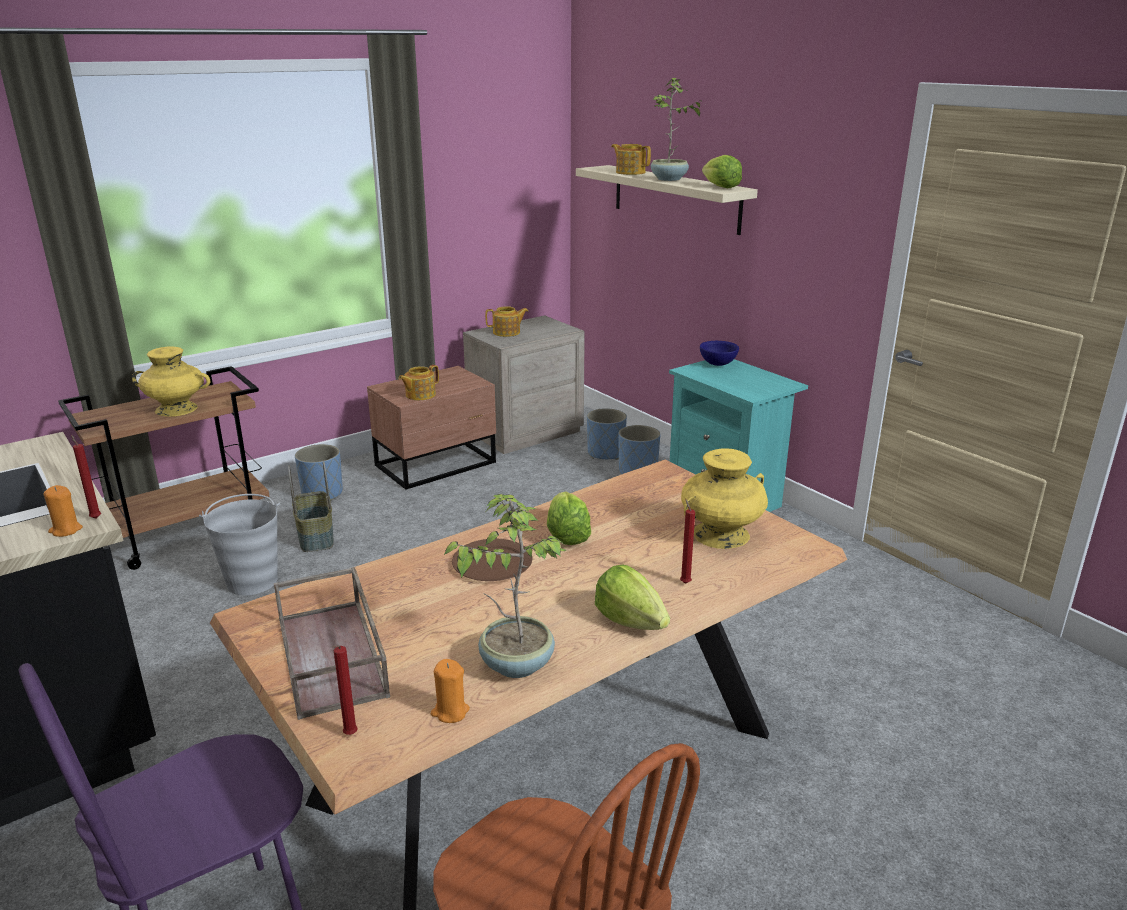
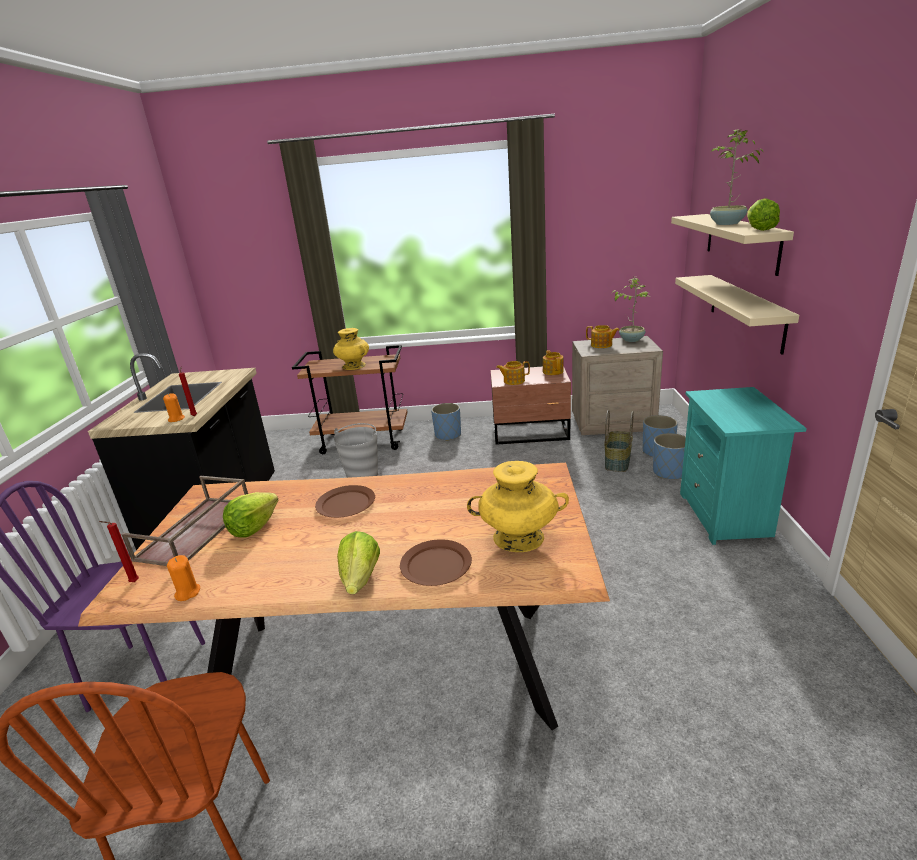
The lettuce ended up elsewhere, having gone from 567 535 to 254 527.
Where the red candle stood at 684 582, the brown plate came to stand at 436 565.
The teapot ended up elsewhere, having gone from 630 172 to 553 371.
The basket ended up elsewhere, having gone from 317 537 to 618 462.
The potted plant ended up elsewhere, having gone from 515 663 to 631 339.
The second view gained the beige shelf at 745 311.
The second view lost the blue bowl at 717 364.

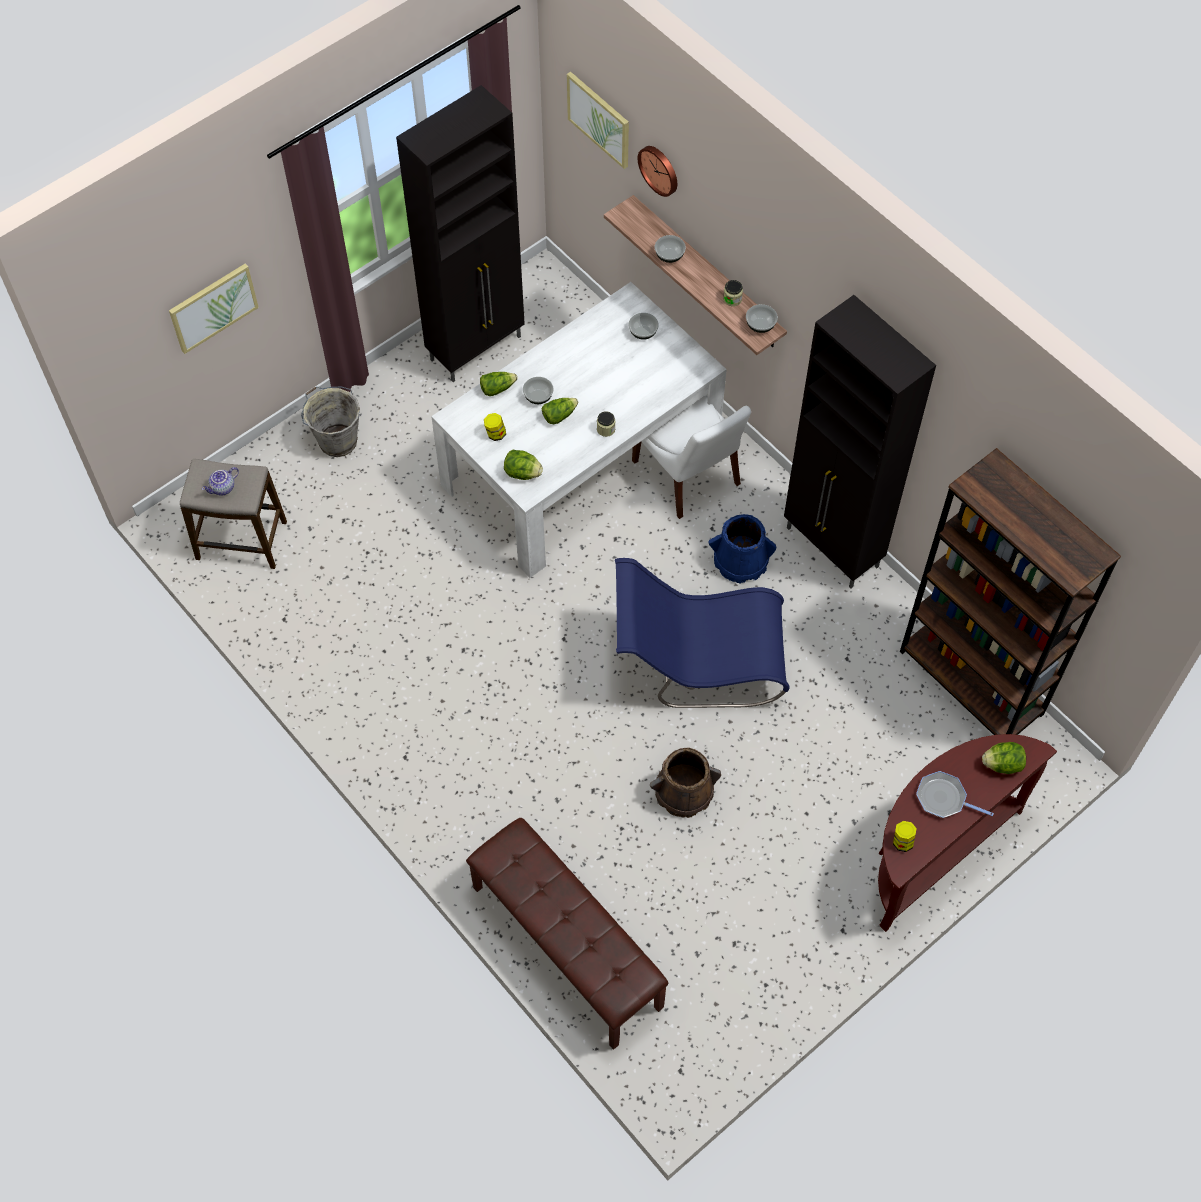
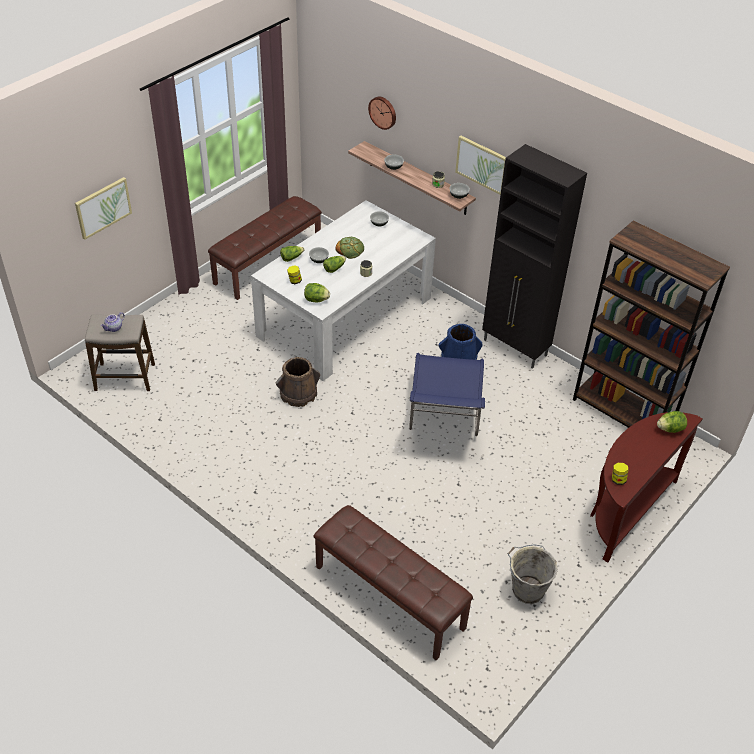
Where the black cabinet stood at 477 348, the brown bench came to stand at 267 263.
The brown bucket ended up elsewhere, having gone from 683 791 to 298 394.
The second view gained the bread at 350 249.
The blue chair at 698 663 ended up facing another way, 75 degrees counterclockwise from before.
The picture ended up elsewhere, having gone from 599 119 to 482 164.
The grey bucket ended up elsewhere, having gone from 337 440 to 526 589.
The second view lost the white chair at 688 475.
The second view lost the frying pan at 944 798.

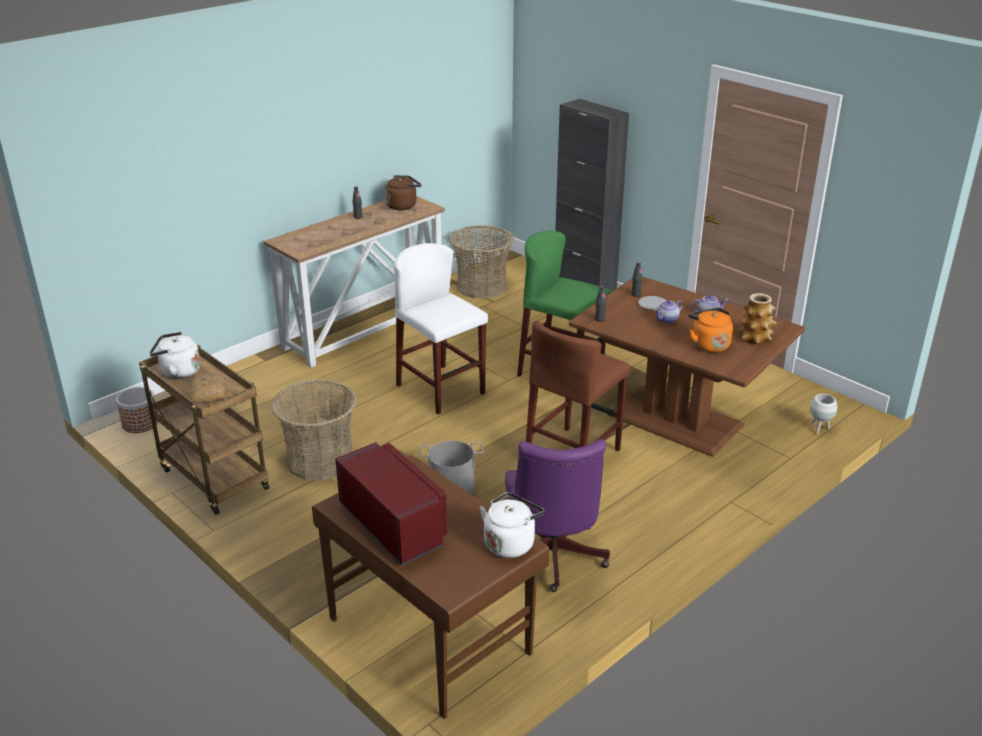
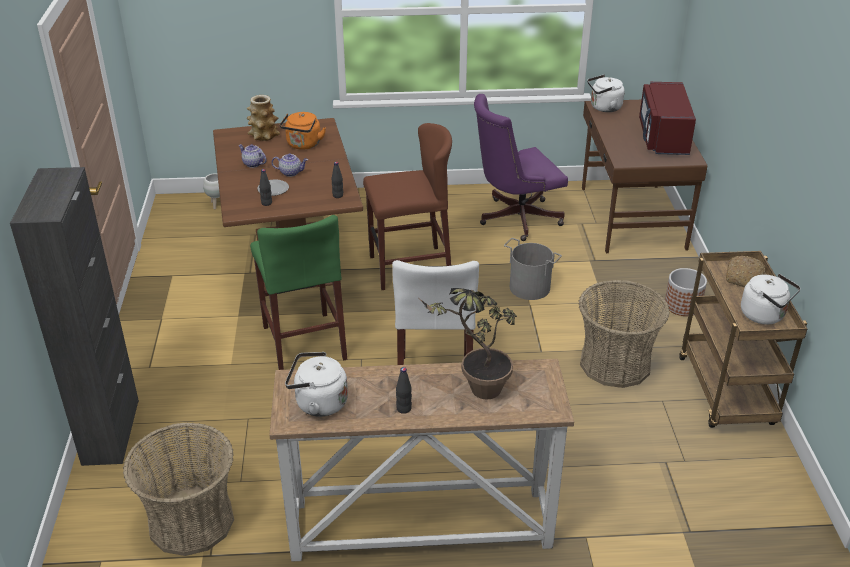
What was the brown kettle at 403 205 turned into the white kettle at 318 403.
The second view gained the potted plant at 474 391.
The purple office chair at 552 559 ended up facing another way, 150 degrees counterclockwise from before.
The planter ended up elsewhere, having gone from 140 423 to 682 306.

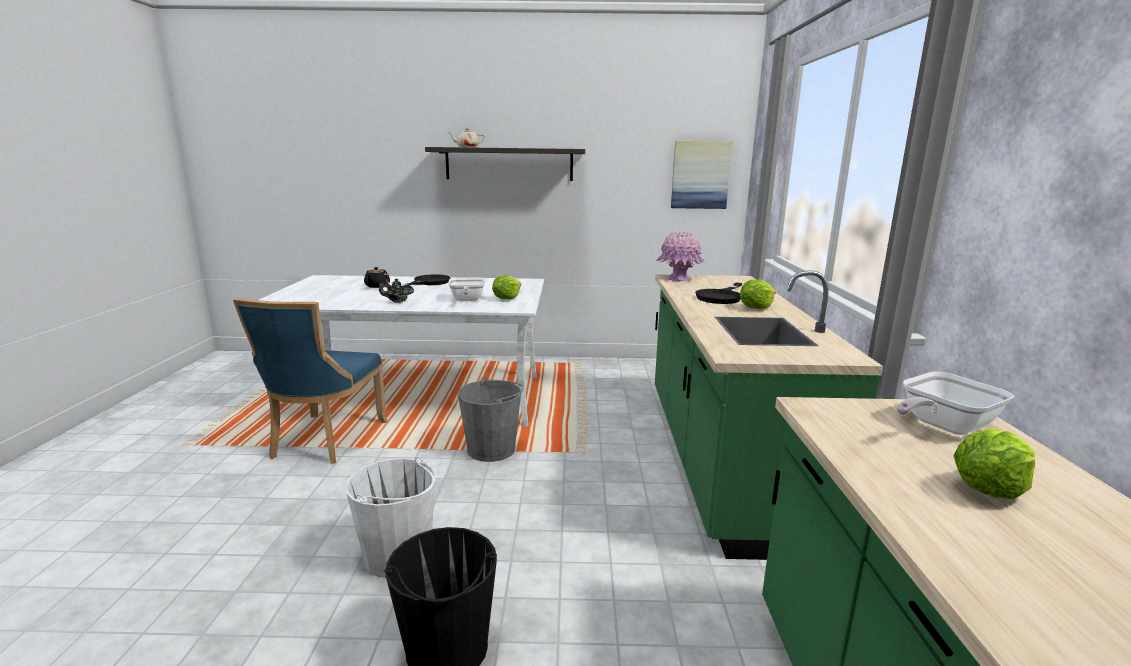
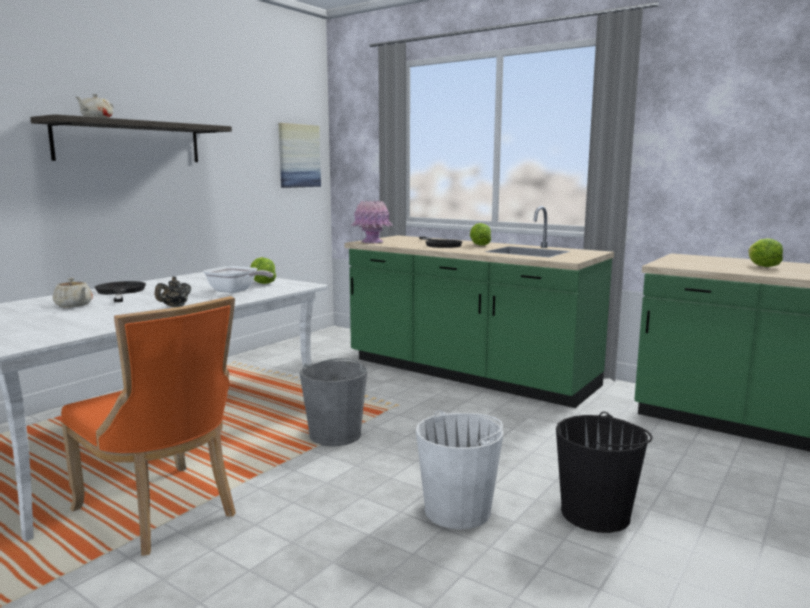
What was the black teapot at 377 286 turned into the beige teapot at 74 305.
What was the blue chair at 325 440 turned into the orange chair at 162 512.
The second view lost the frying pan at 941 426.

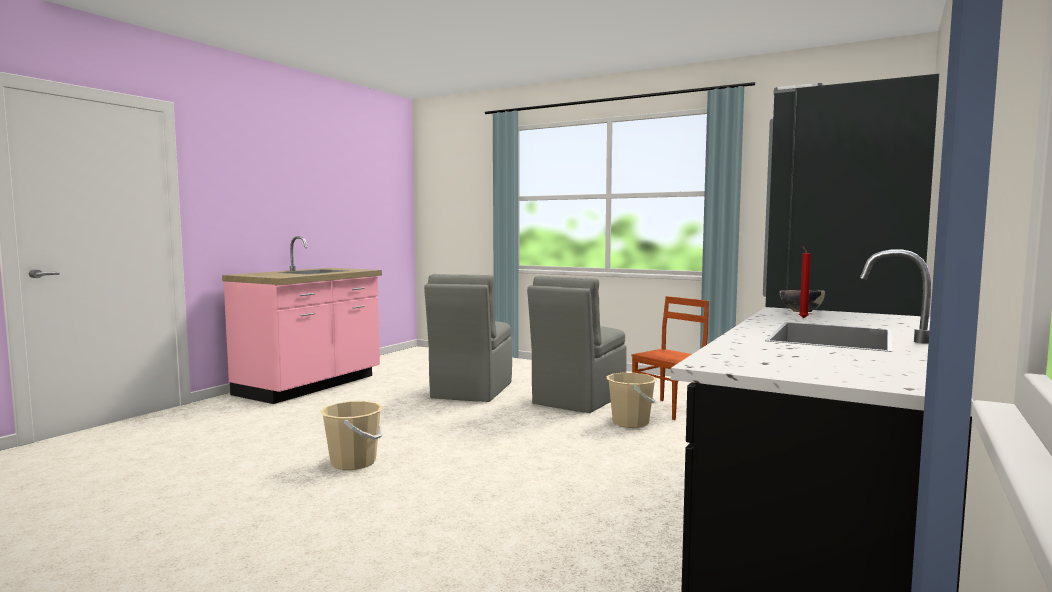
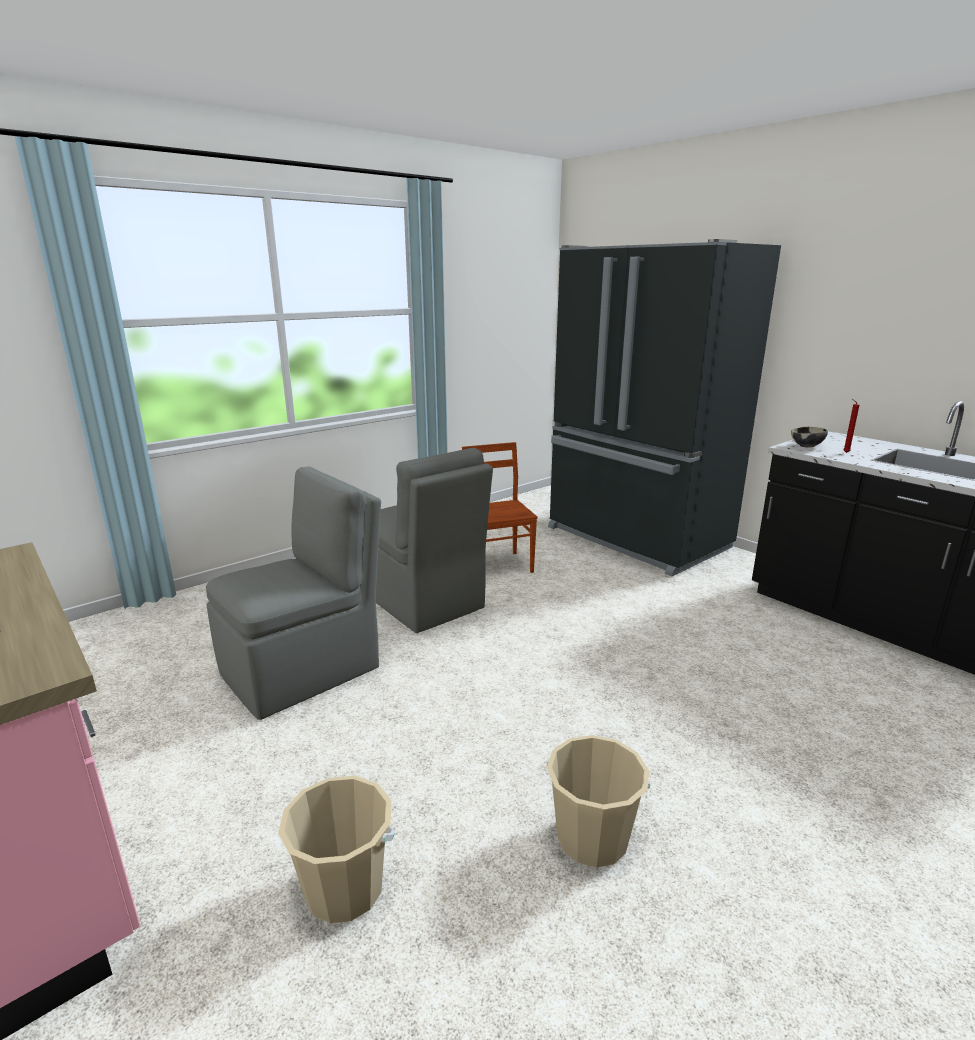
The grey chair at 471 391 ended up facing another way, 75 degrees counterclockwise from before.
The beige bucket ended up elsewhere, having gone from 630 423 to 345 889.

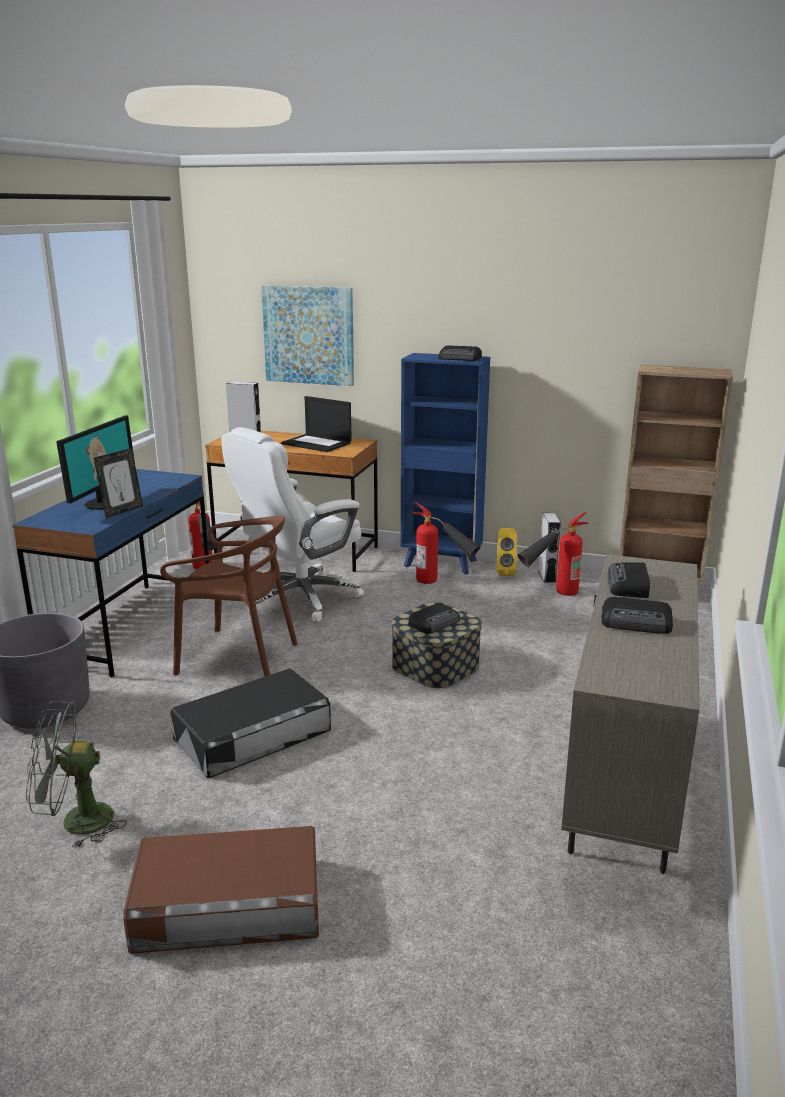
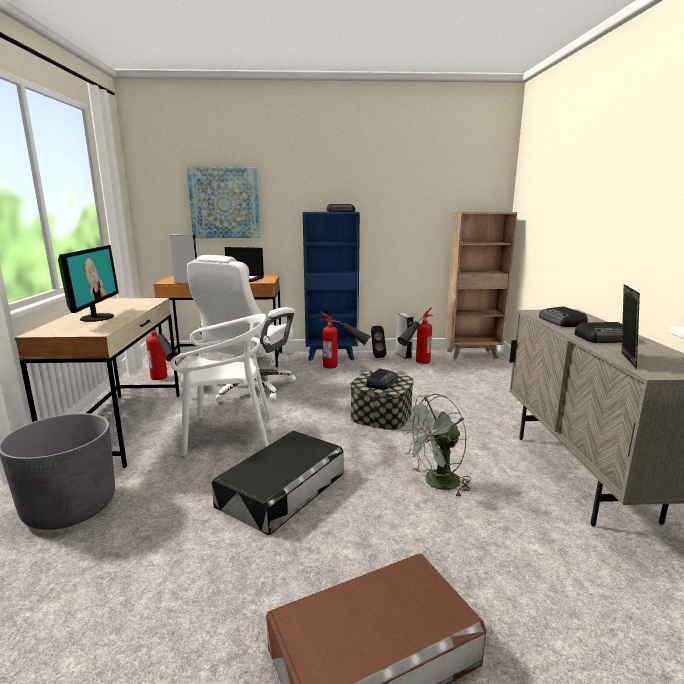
What was the blue desk at 131 627 turned into the beige desk at 122 426.
What was the brown chair at 237 656 turned into the white chair at 228 433.
What was the yellow speaker at 505 572 turned into the black speaker at 376 356.
The grey fan ended up elsewhere, having gone from 76 822 to 436 483.
The picture frame ended up elsewhere, having gone from 122 511 to 623 360.

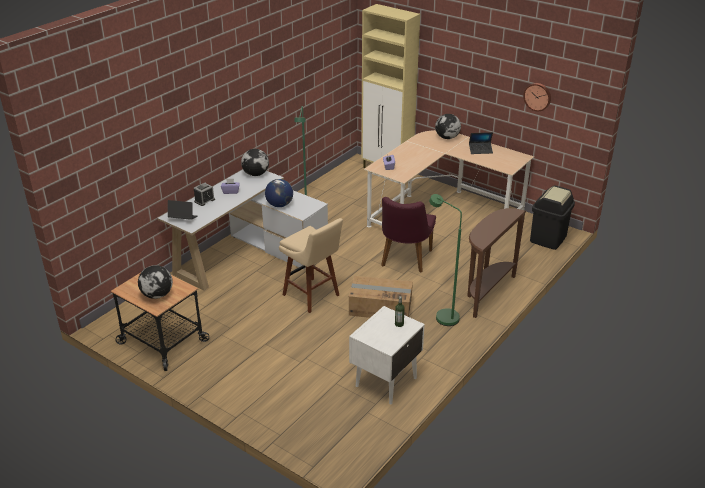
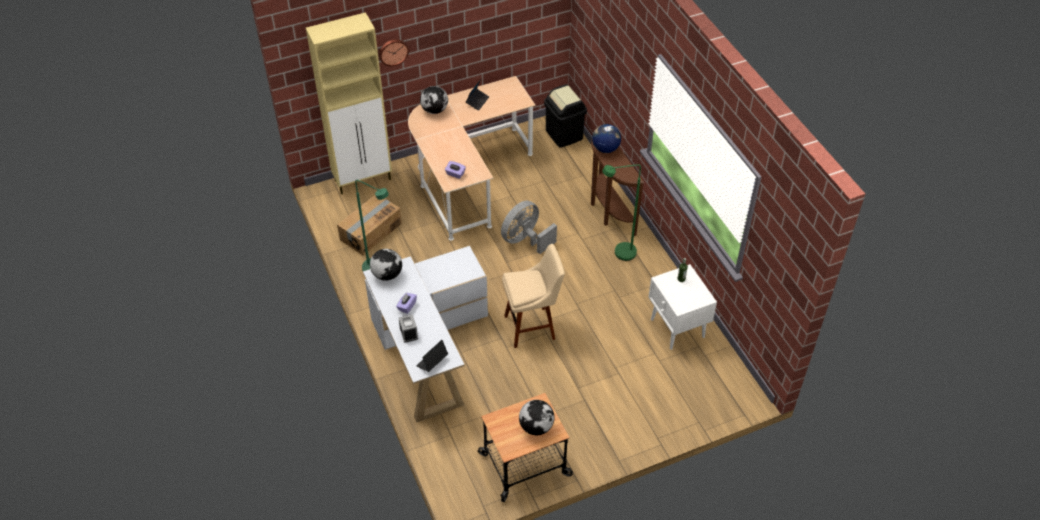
The cardboard box ended up elsewhere, having gone from 380 307 to 370 231.
The wall clock ended up elsewhere, having gone from 537 96 to 393 51.
Where the purple chair stood at 404 260, the grey fan came to stand at 525 240.
The globe ended up elsewhere, having gone from 279 205 to 605 149.

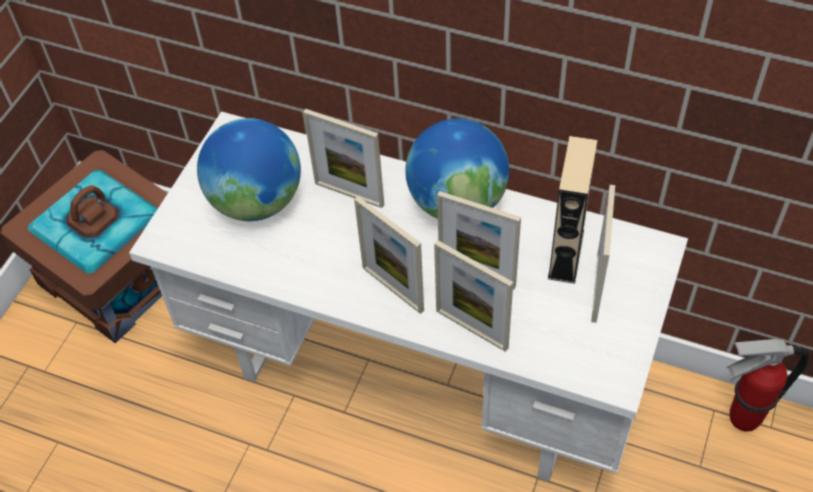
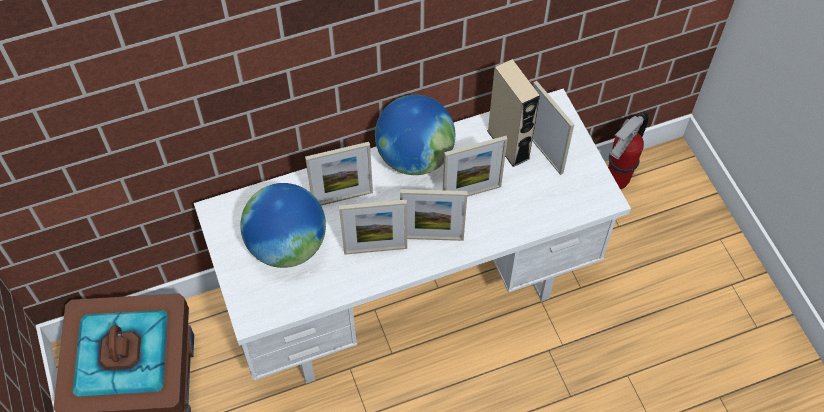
The picture frame ended up elsewhere, having gone from 471 329 to 375 249.

